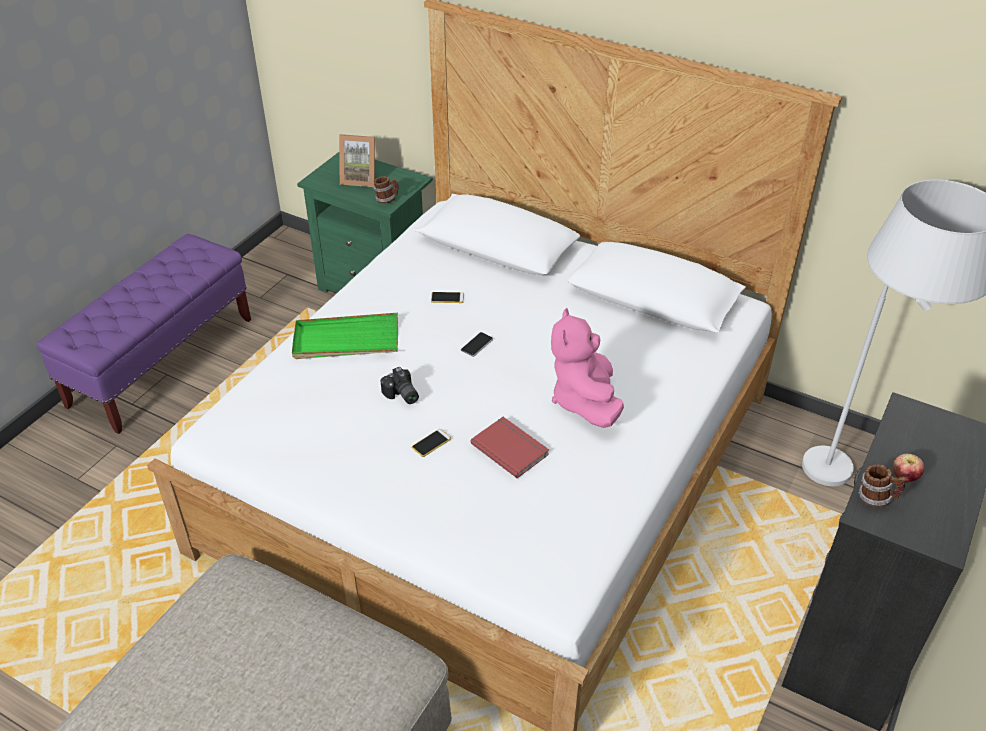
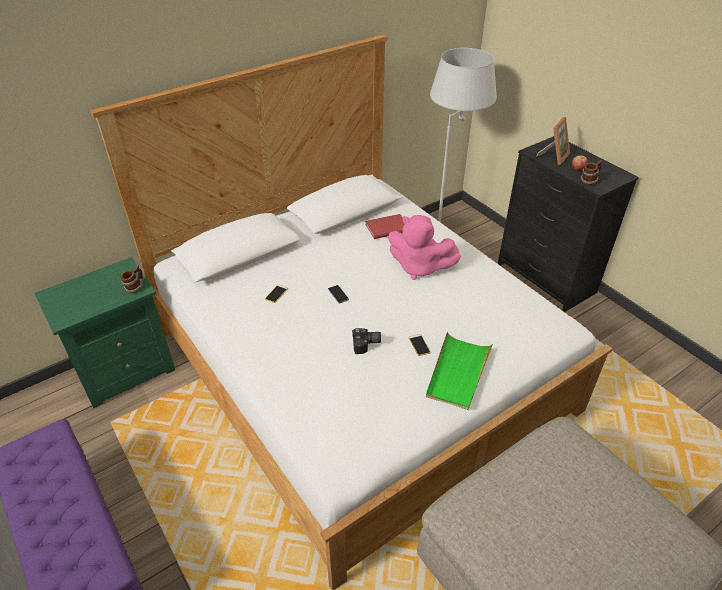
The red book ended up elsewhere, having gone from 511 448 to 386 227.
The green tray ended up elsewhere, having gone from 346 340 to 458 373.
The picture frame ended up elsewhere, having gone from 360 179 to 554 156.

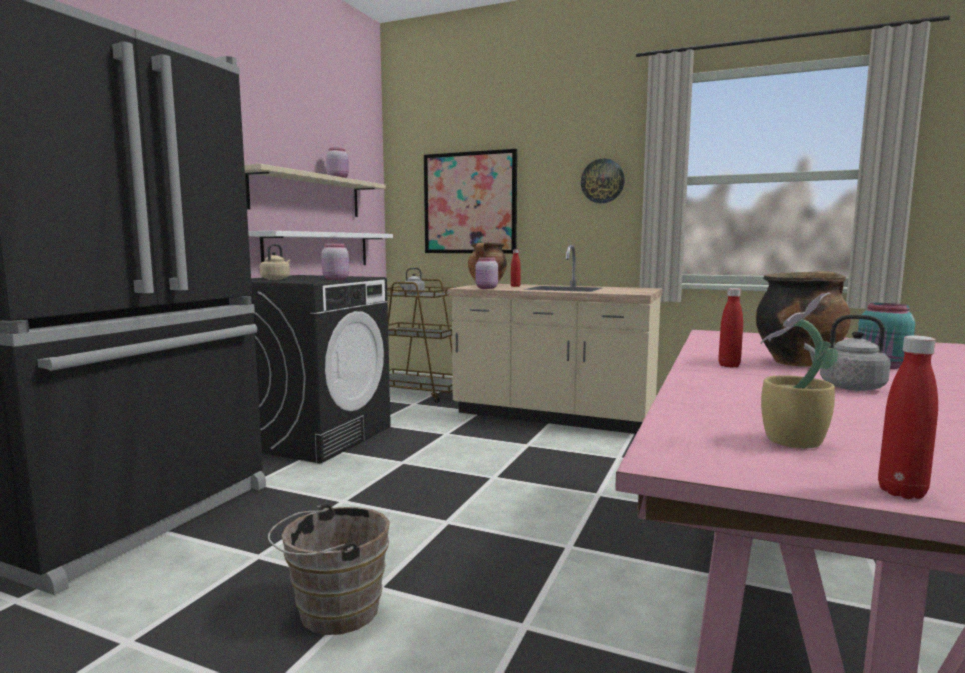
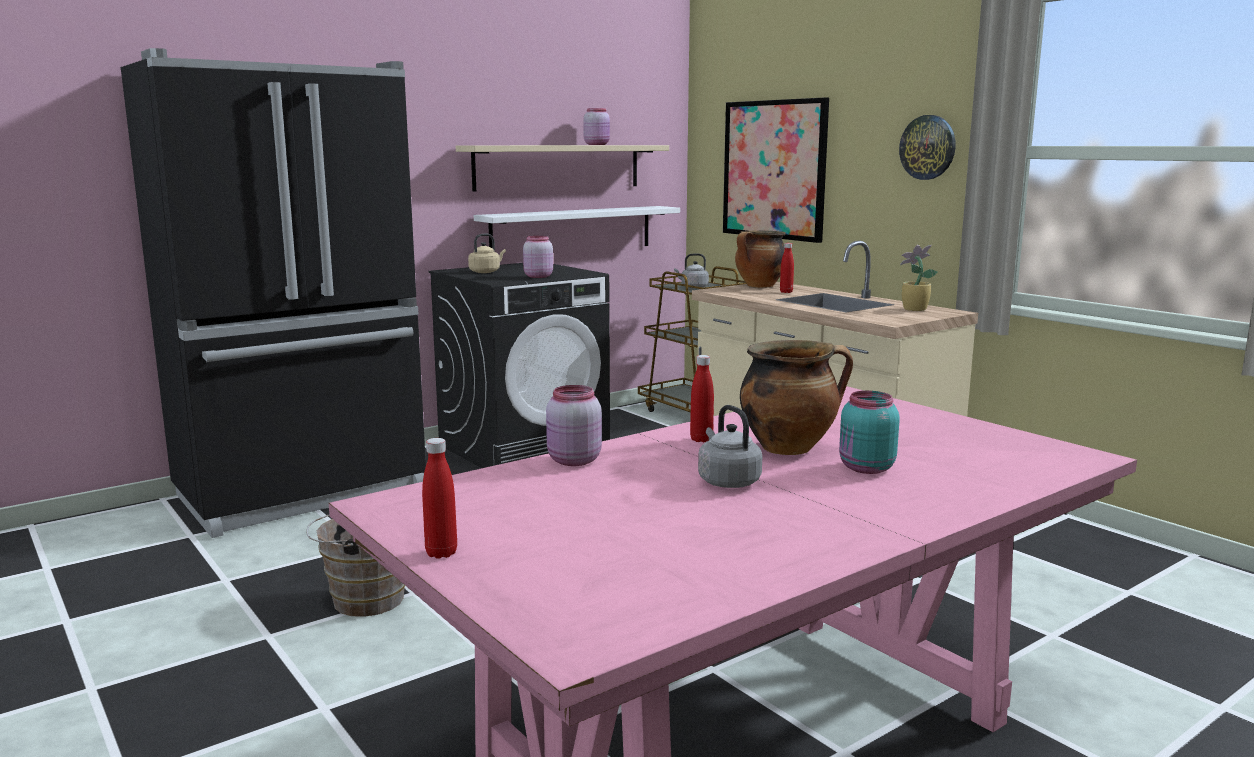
The pink jar ended up elsewhere, having gone from 486 288 to 572 461.
The potted plant ended up elsewhere, having gone from 791 442 to 913 309.

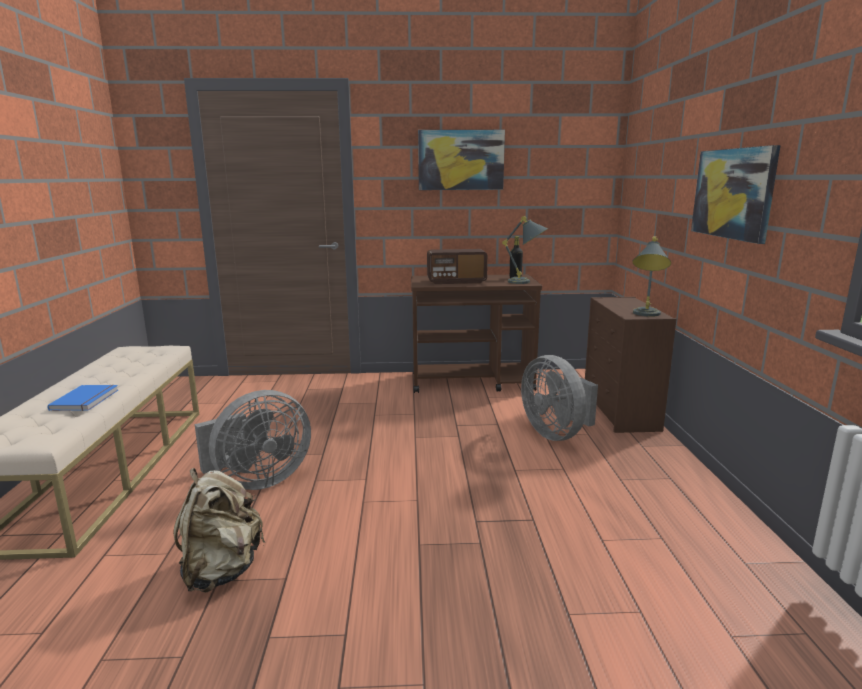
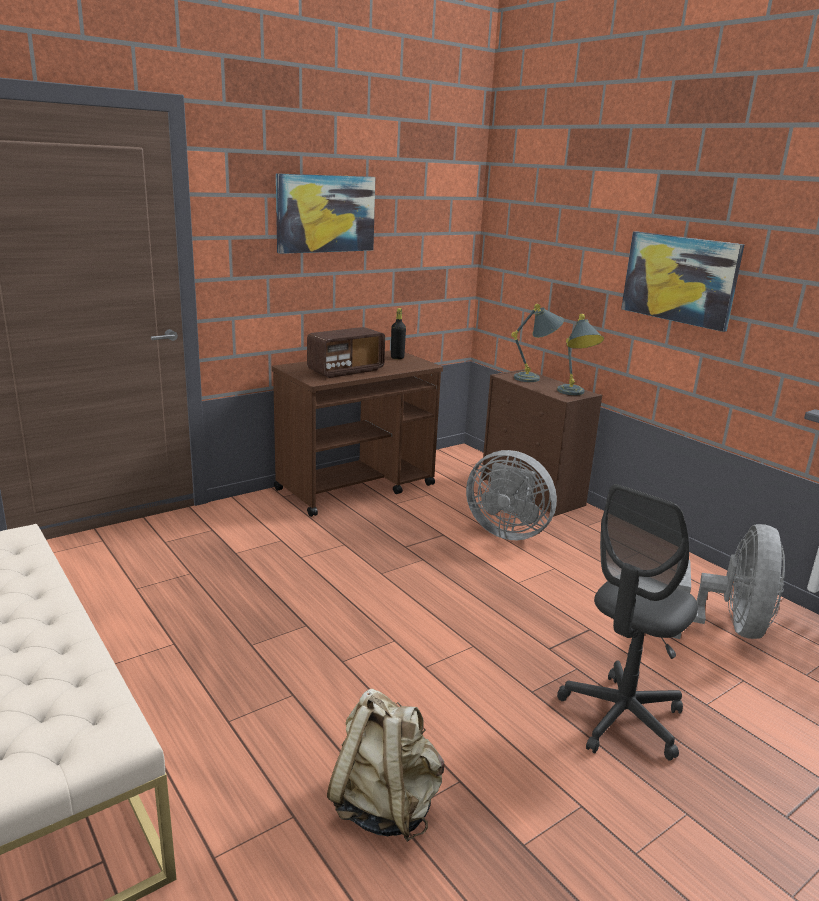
The grey table lamp ended up elsewhere, having gone from 527 282 to 535 378.
The second view gained the grey office chair at 621 718.
The grey fan ended up elsewhere, having gone from 257 481 to 728 628.
The second view lost the blue book at 87 400.

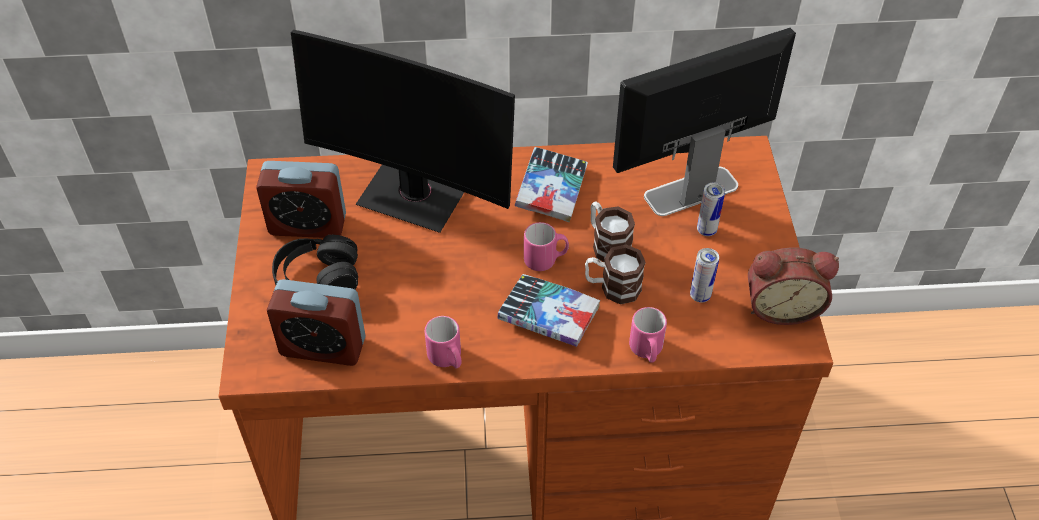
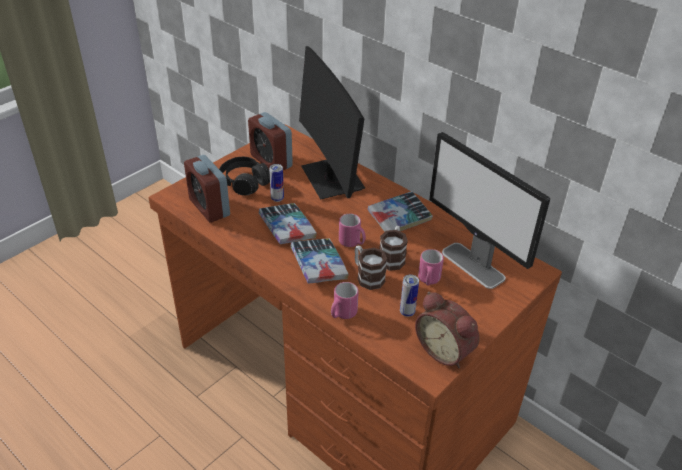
The second view gained the book at 287 228.
The can ended up elsewhere, having gone from 706 230 to 277 198.
The pink mug ended up elsewhere, having gone from 447 359 to 428 280.
The monitor at 690 191 ended up facing another way, 150 degrees counterclockwise from before.

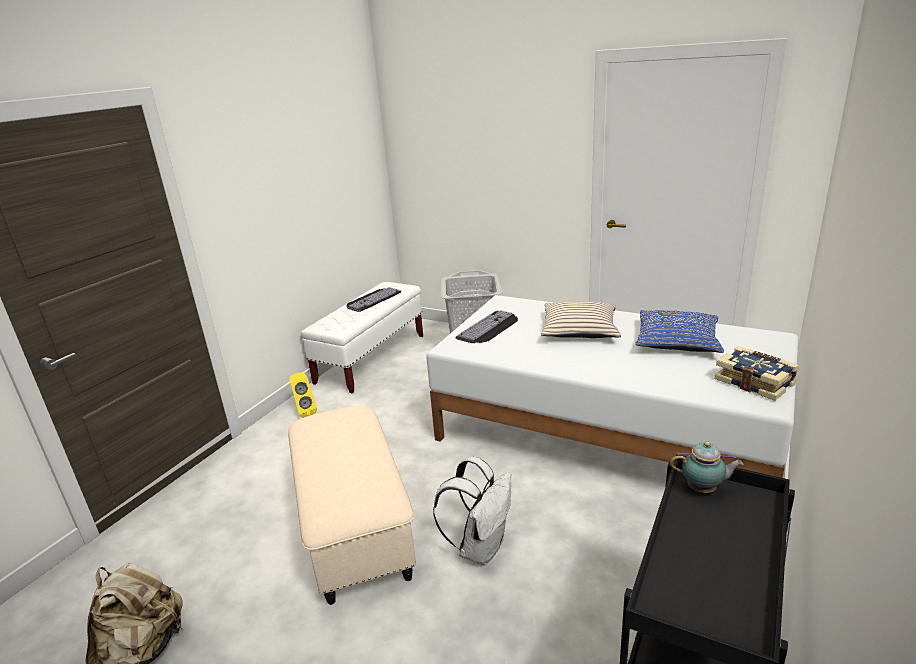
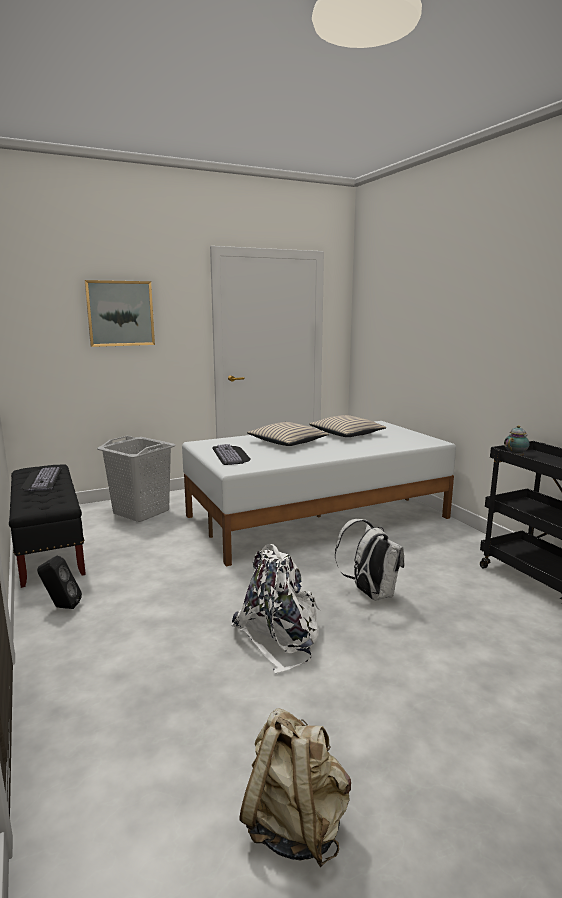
What was the white bench at 371 359 turned into the black bench at 50 549.
What was the yellow speaker at 304 412 turned into the black speaker at 61 607.
The second view gained the picture at 120 313.
Where the beige ottoman stood at 353 528, the white backpack came to stand at 280 636.
What was the blue pillow at 677 341 turned into the beige pillow at 346 433.
The second view lost the book at 755 382.

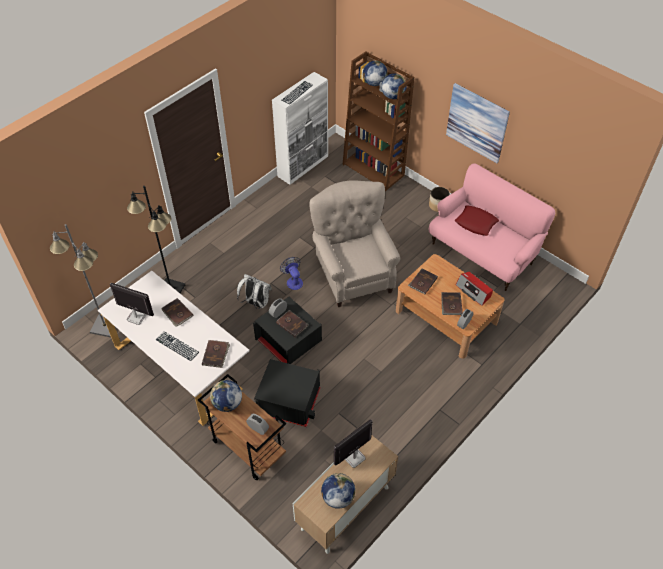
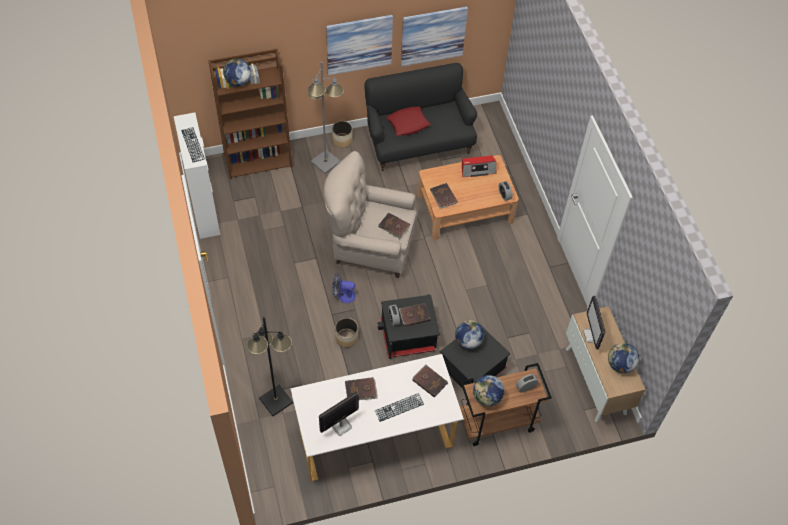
The grey floor lamp ended up elsewhere, having gone from 105 326 to 325 162.
Where the white backpack stood at 256 303, the planter came to stand at 346 338.
What was the pink sofa at 482 252 turned into the black sofa at 418 143.
The brown book ended up elsewhere, having gone from 451 304 to 394 226.
The second view gained the picture at 433 35.
The globe ended up elsewhere, having gone from 393 96 to 468 341.

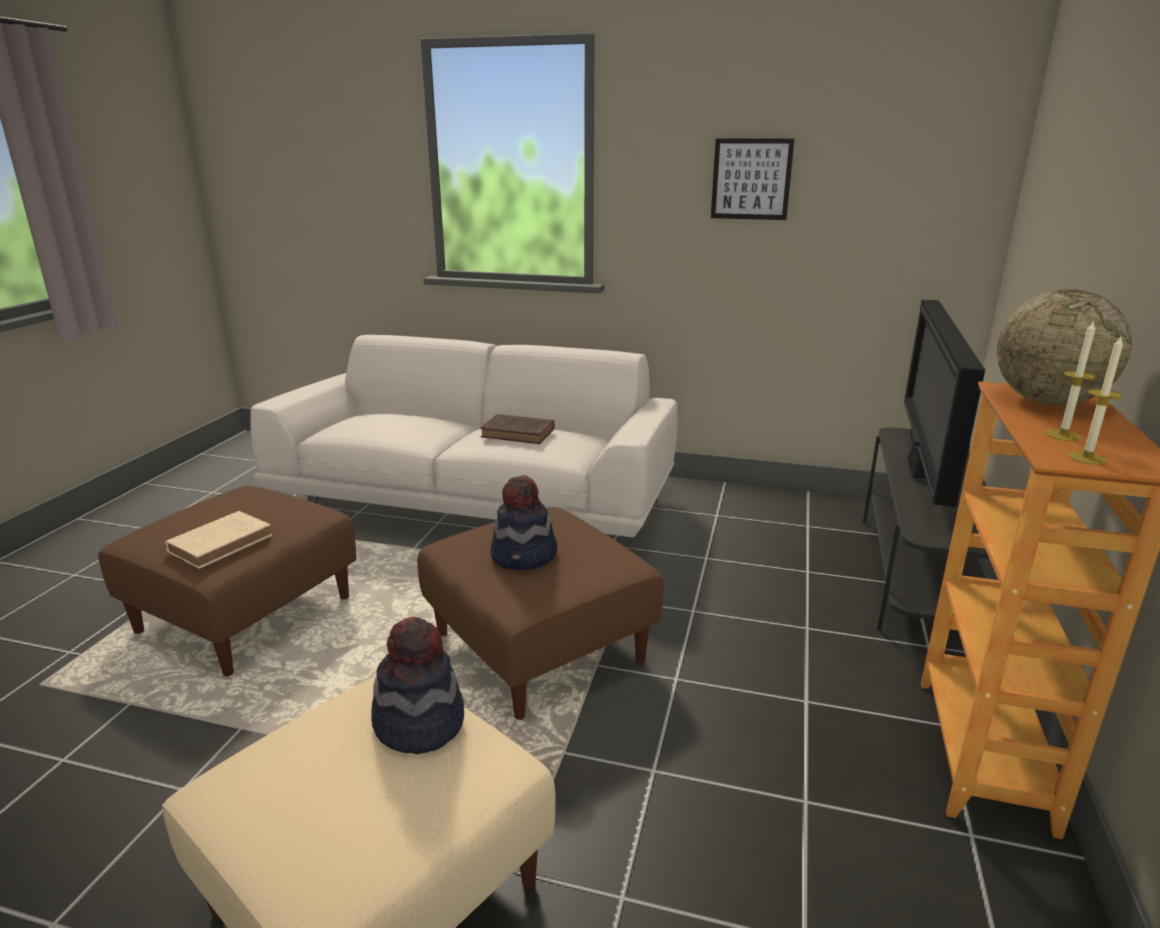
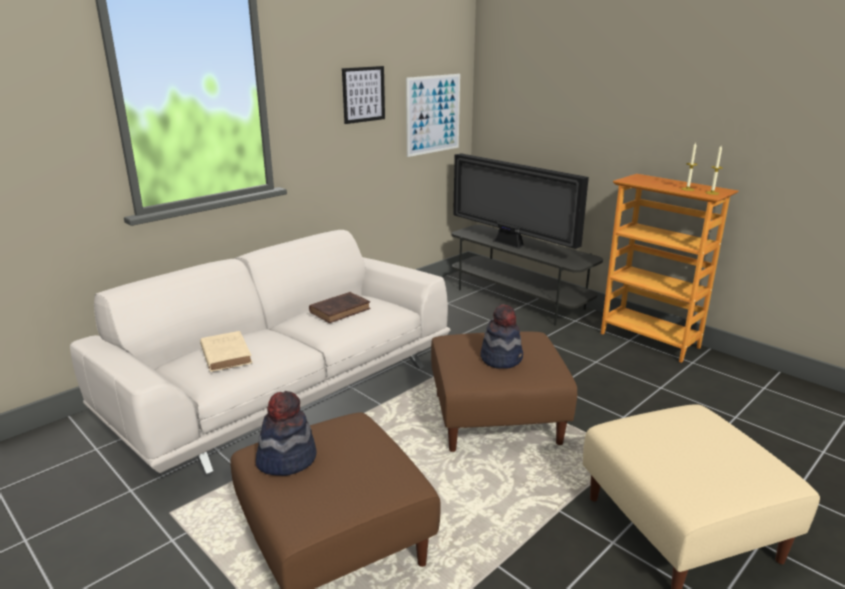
The beige book ended up elsewhere, having gone from 223 543 to 225 354.
The hat ended up elsewhere, having gone from 419 723 to 286 459.
The second view gained the picture at 433 114.
The second view lost the globe at 1047 401.

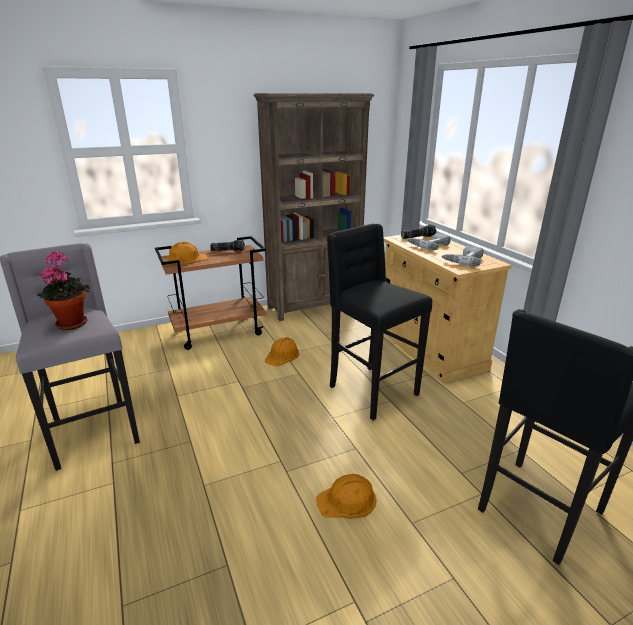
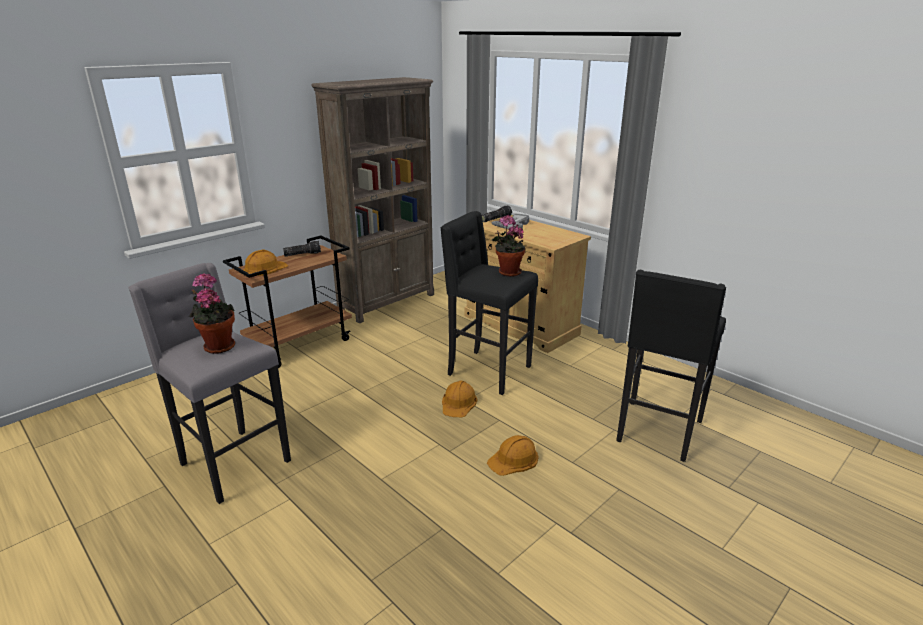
The orange hard hat ended up elsewhere, having gone from 282 355 to 459 403.
The second view gained the potted plant at 507 273.
The second view lost the power drill at 462 260.

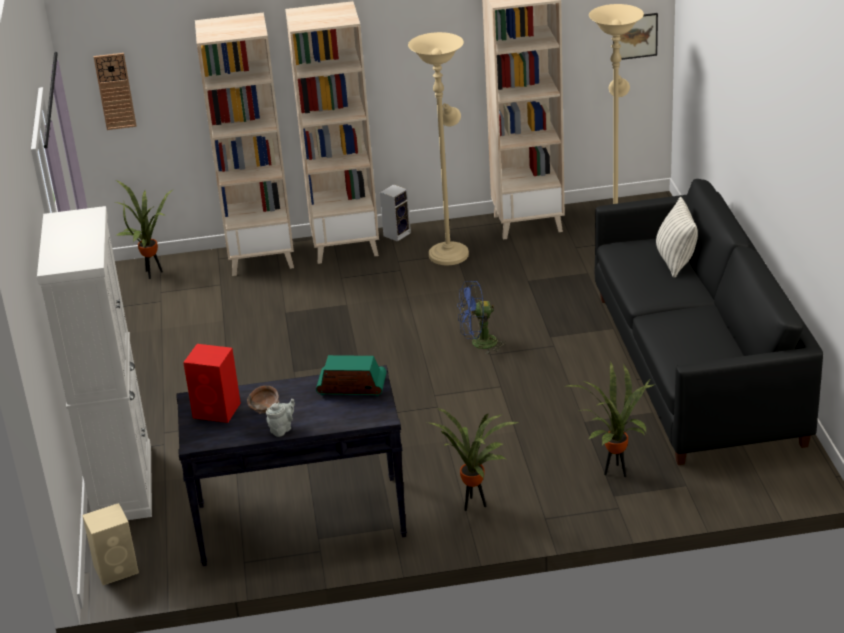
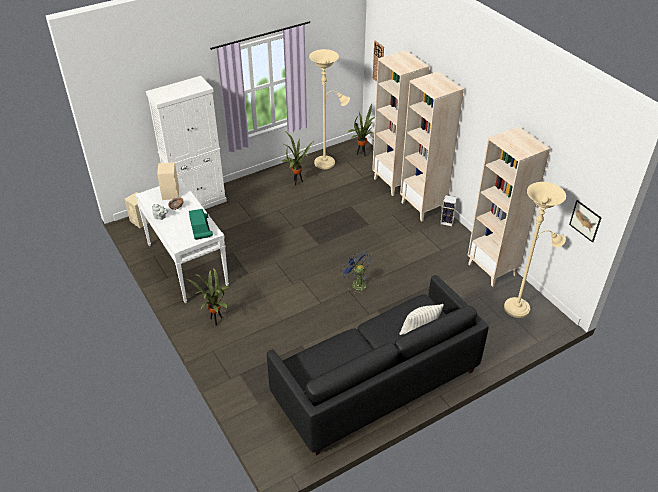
What was the black console table at 300 521 turned into the white console table at 187 264.
What was the red speaker at 218 410 turned into the beige speaker at 170 194.
The potted plant ended up elsewhere, having gone from 614 472 to 297 182.
The beige floor lamp ended up elsewhere, having gone from 449 252 to 327 162.

